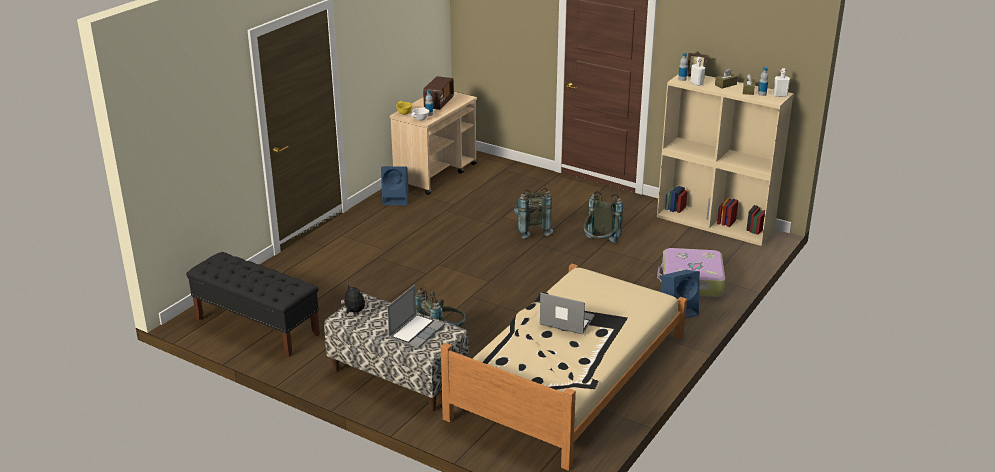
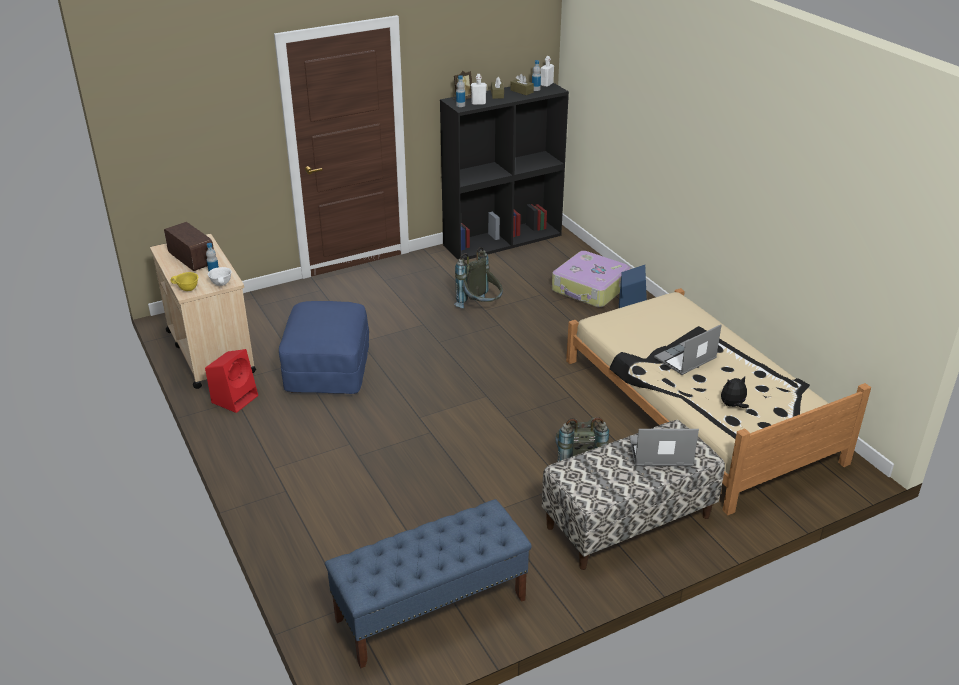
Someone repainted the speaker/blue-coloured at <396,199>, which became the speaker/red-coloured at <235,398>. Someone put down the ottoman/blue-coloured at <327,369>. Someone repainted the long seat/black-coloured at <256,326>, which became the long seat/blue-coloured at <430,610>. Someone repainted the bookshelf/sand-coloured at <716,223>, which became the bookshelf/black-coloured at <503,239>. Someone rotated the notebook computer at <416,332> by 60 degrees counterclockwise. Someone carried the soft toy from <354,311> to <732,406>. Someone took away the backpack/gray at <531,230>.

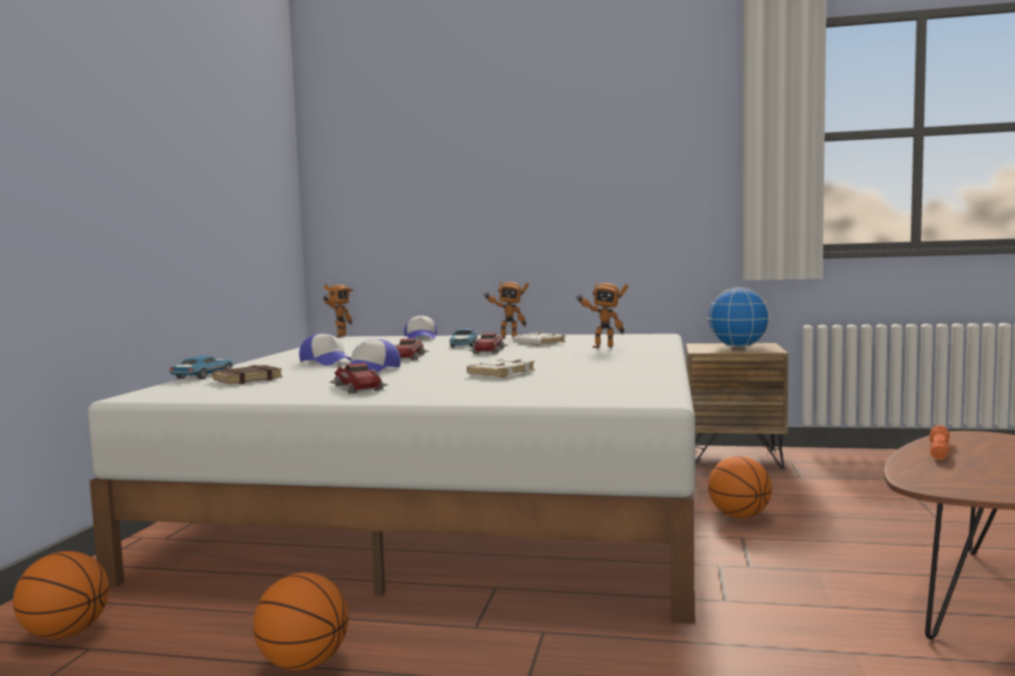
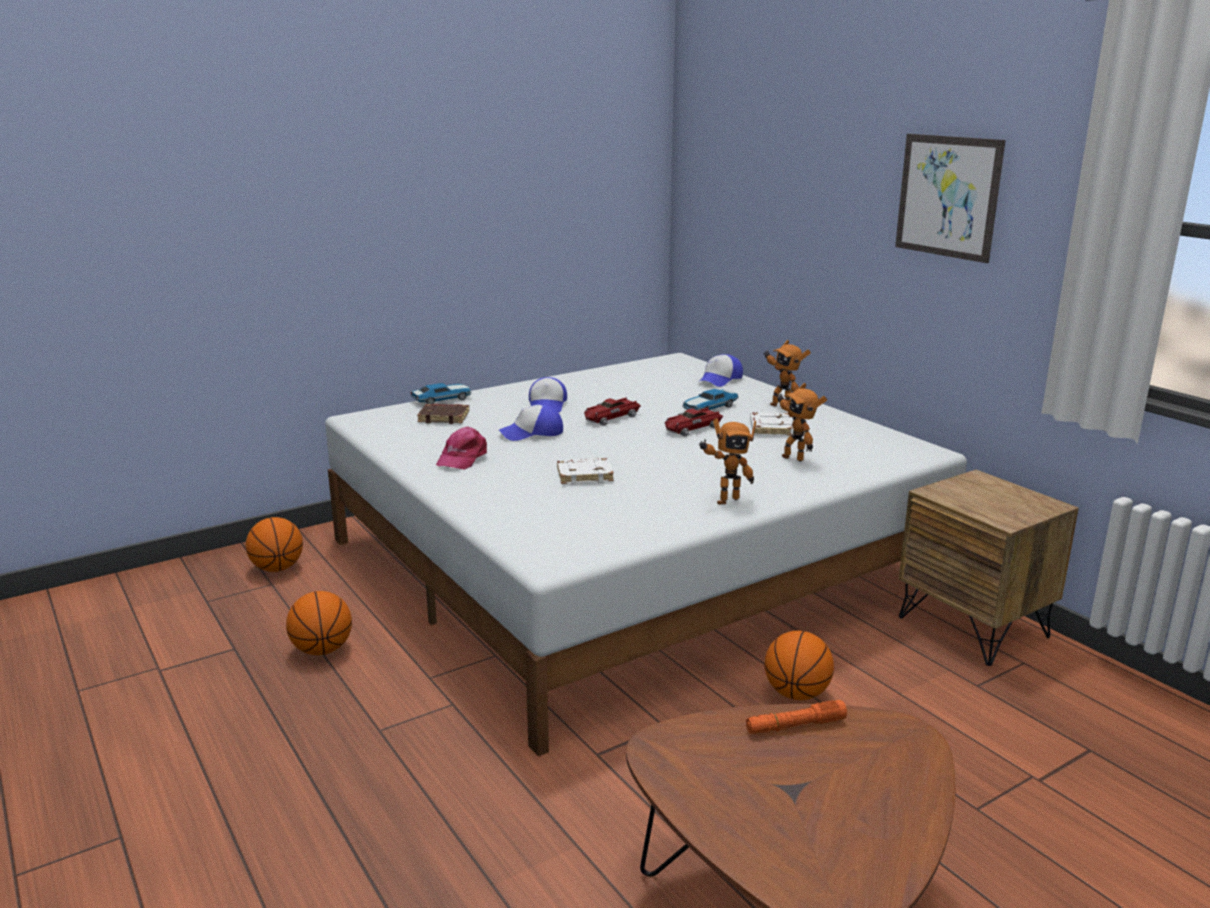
Someone swapped the miniature car at <358,387> for the baseball cap/pink-coloured at <462,458>. Someone carried the robot figure from <339,336> to <725,500>. Someone put up the wall art at <947,196>. Someone took away the desk globe at <738,347>.

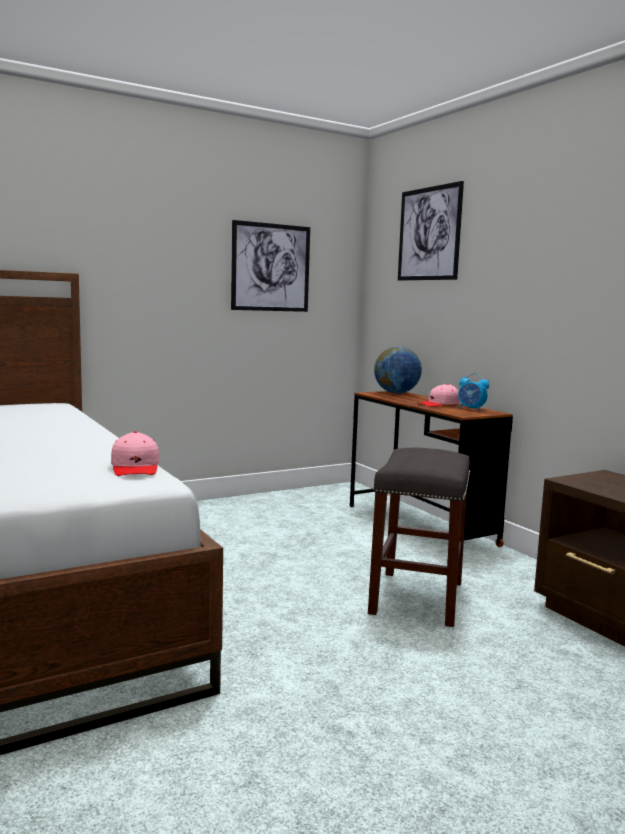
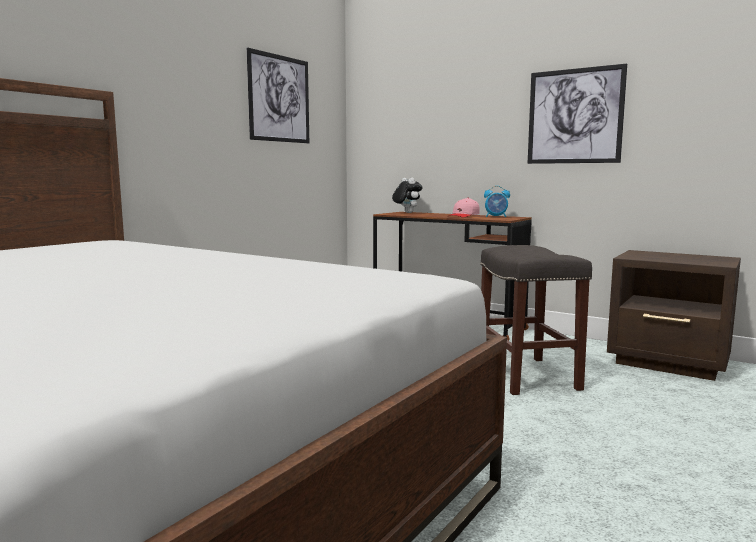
Someone swapped the desk globe at <396,393> for the soft toy at <406,212>. Someone carried the wall art from <429,234> to <574,116>. Someone took away the baseball cap/pink-coloured at <135,467>.

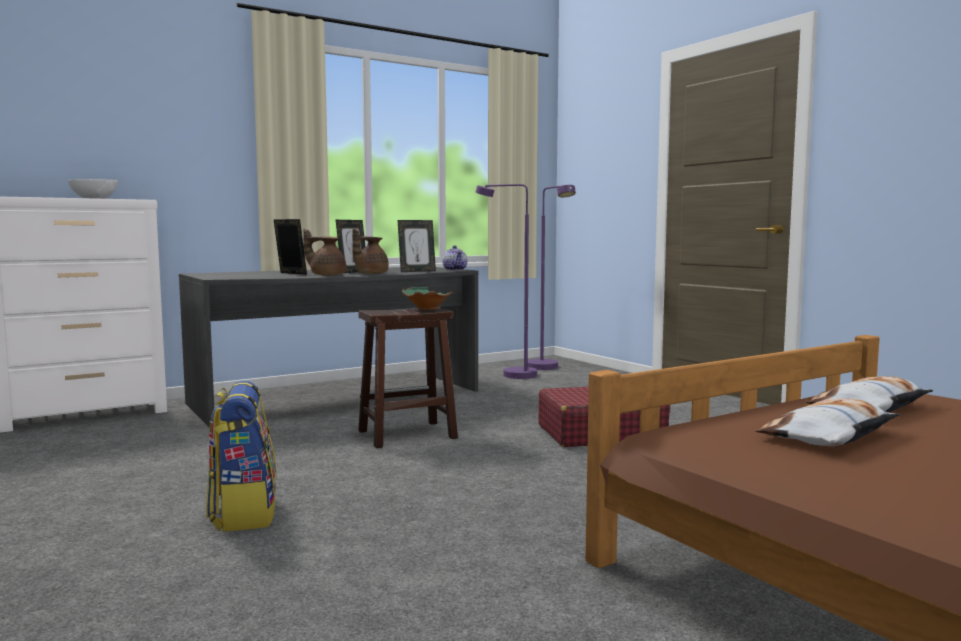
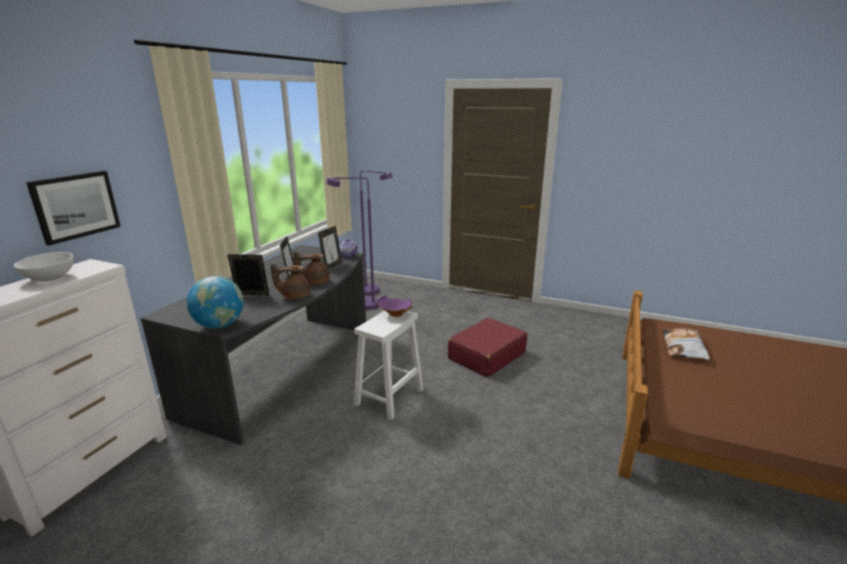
Someone put up the wall art at <75,206>. Someone put down the desk globe at <220,325>. Someone rotated the pot for tea/brown-coloured at <370,273> by 75 degrees clockwise. Someone repainted the stool/brown-coloured at <405,434>, which became the stool/white at <389,398>. Someone repainted the serving bowl/greenish at <425,309>, which became the serving bowl/purple-coloured at <395,314>. Someone took away the backpack at <243,514>. Someone took away the cushion at <828,436>.

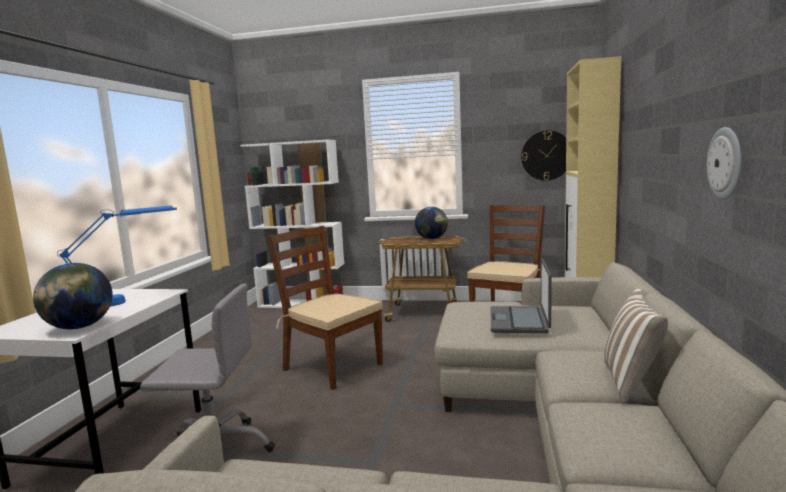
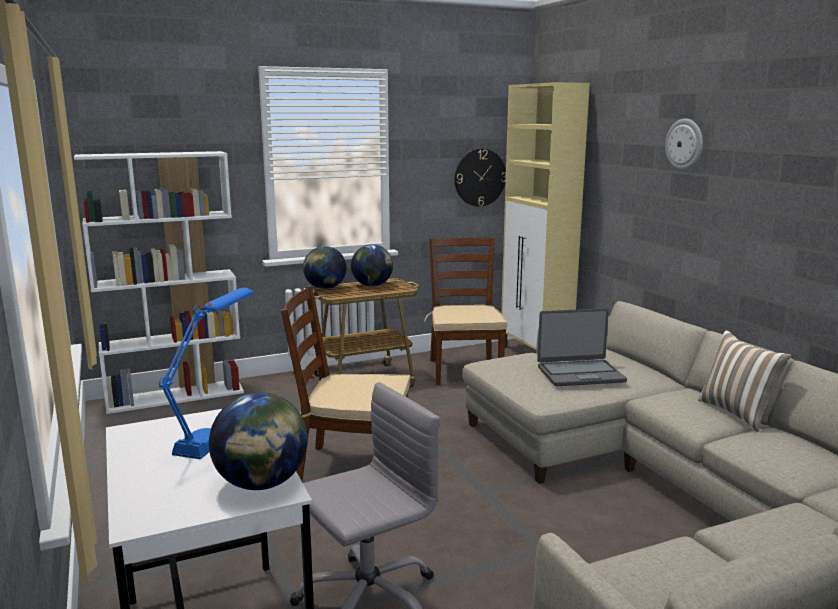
Someone put down the desk globe at <325,288>. Someone rotated the notebook computer at <519,321> by 75 degrees counterclockwise. Someone carried the hanging clock from <726,163> to <684,144>.

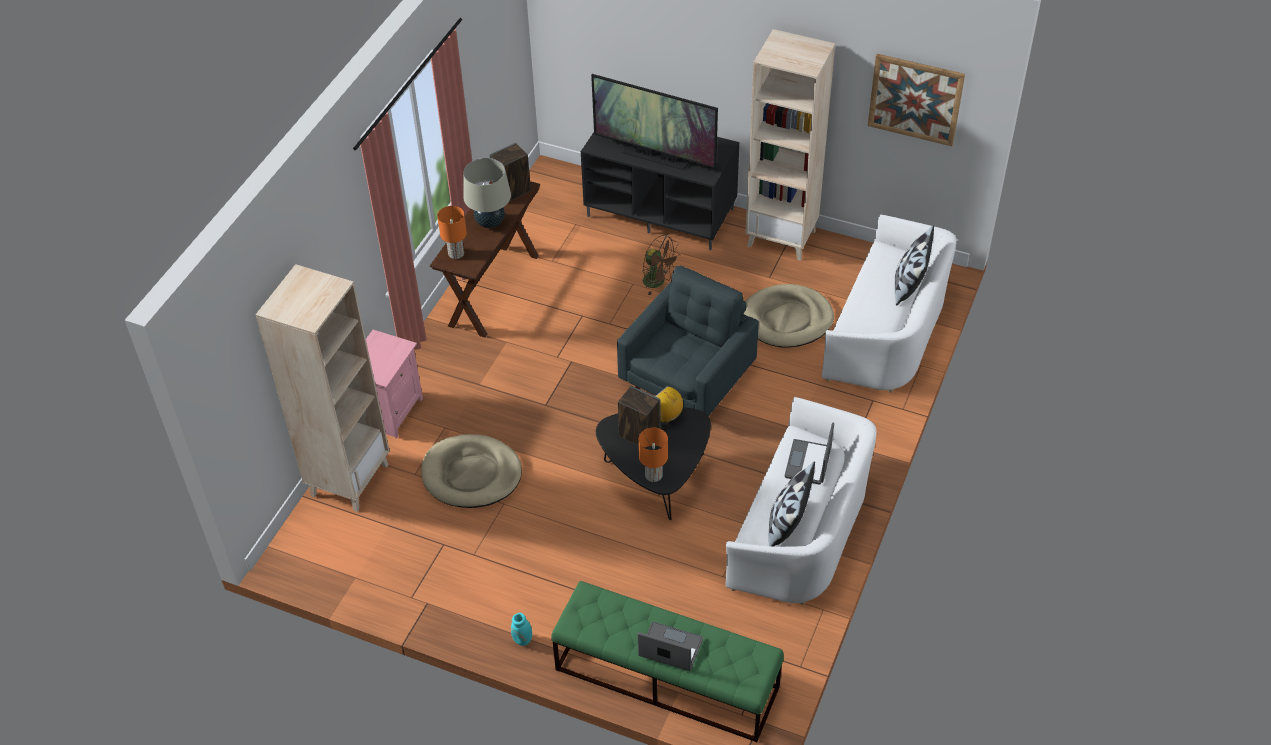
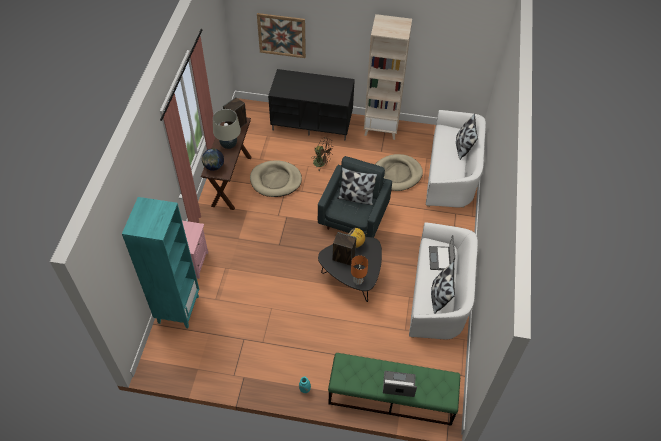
Someone repainted the bookshelf/sand-coloured at <349,479>, which became the bookshelf/turquoise-coloured at <178,309>. Someone swapped the tabletop lamp/orangey at <455,254> for the desk globe at <214,167>. Someone carried the pet bed/sand-coloured from <471,474> to <276,180>. Someone carried the wall art from <915,99> to <281,35>. Someone put down the cushion at <356,198>. Someone took away the television at <655,157>.

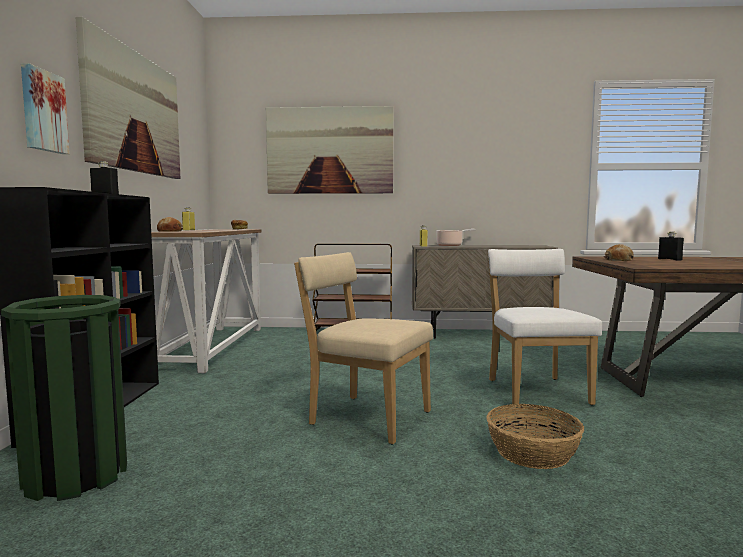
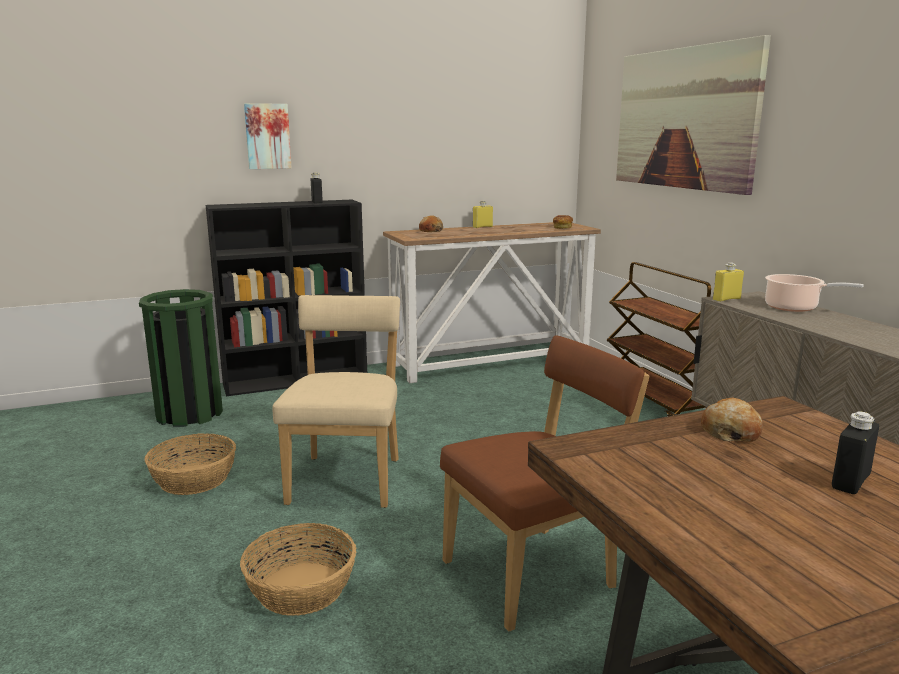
Someone put down the basket at <193,479>. Someone repainted the plain chair/white at <535,390>, which became the plain chair/brown-coloured at <535,573>. Someone took away the wall art at <134,112>.

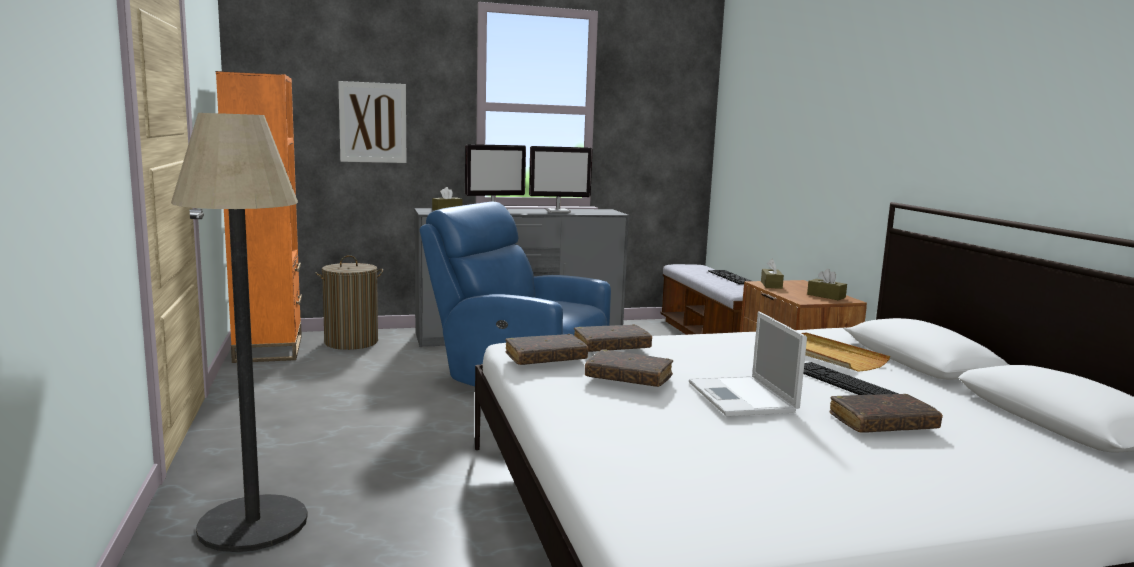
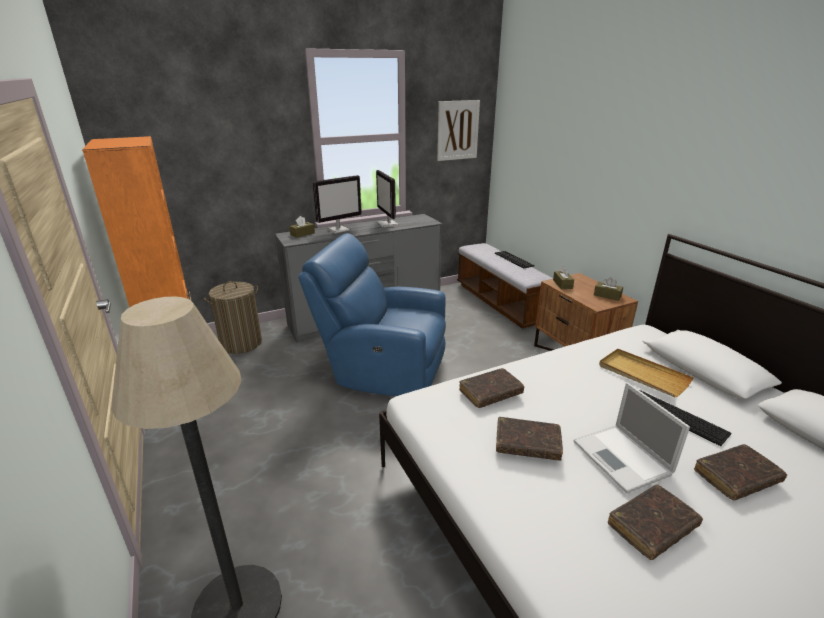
Someone rotated the monitor at <558,211> by 90 degrees clockwise. Someone carried the wall art from <373,122> to <457,130>. Someone carried the bound book/brown-coloured from <545,358> to <652,527>.

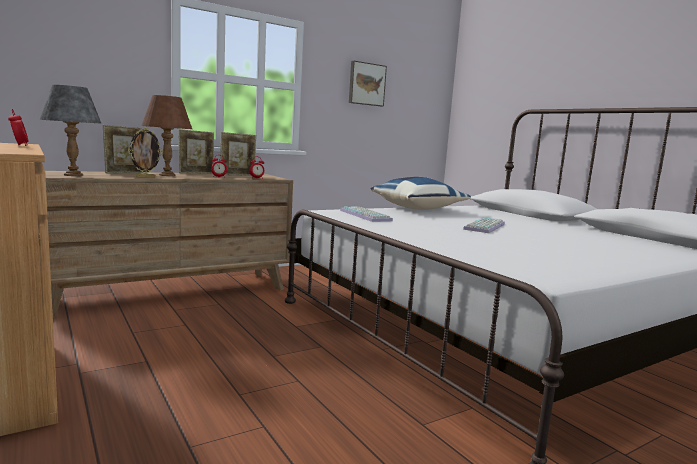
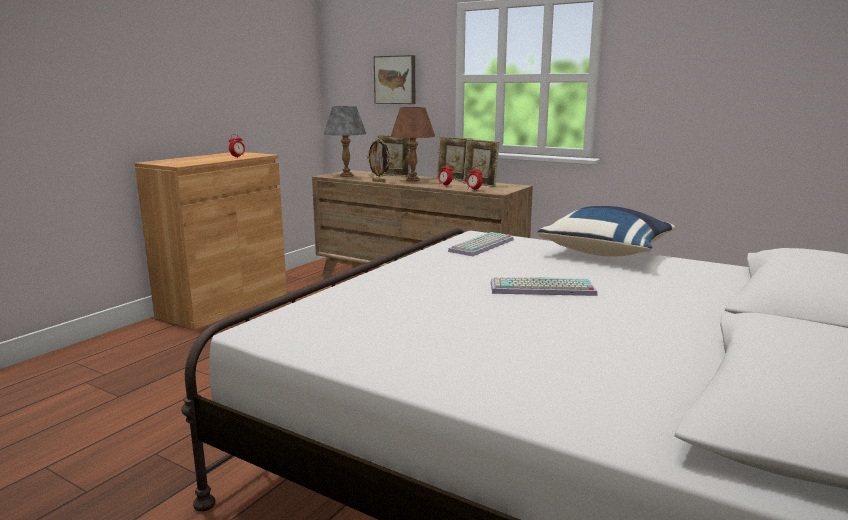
Someone carried the wall art from <366,84> to <396,80>.

